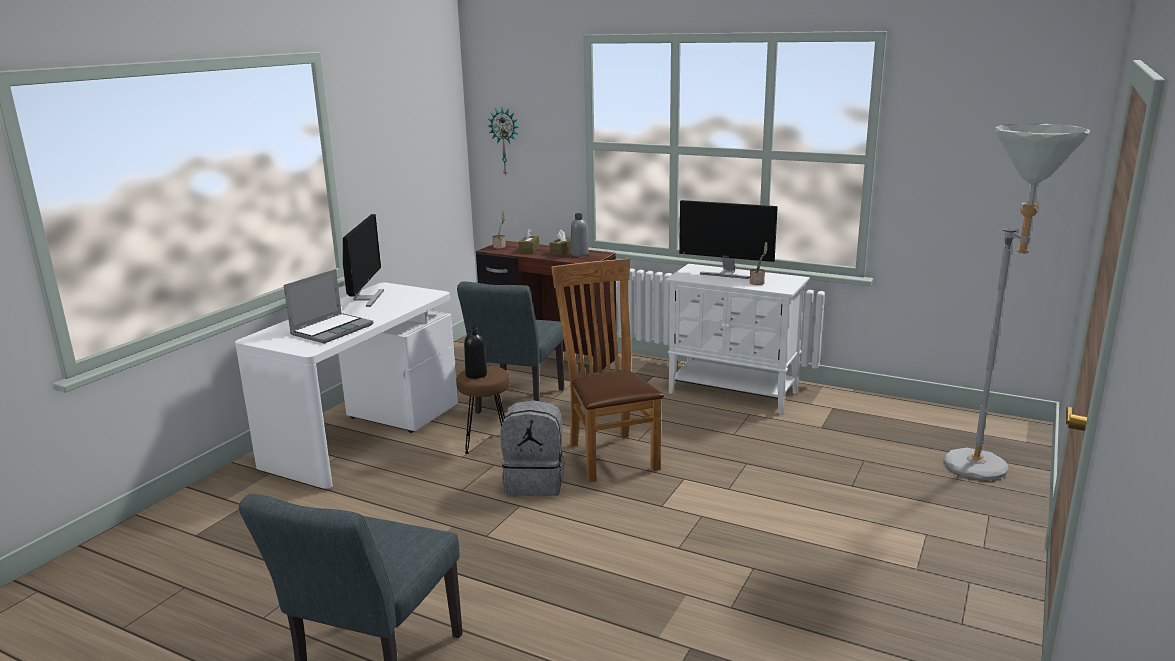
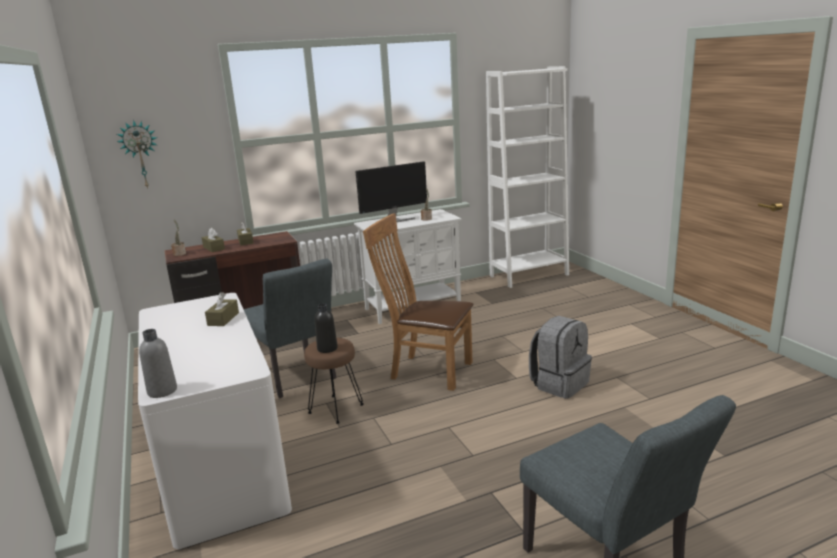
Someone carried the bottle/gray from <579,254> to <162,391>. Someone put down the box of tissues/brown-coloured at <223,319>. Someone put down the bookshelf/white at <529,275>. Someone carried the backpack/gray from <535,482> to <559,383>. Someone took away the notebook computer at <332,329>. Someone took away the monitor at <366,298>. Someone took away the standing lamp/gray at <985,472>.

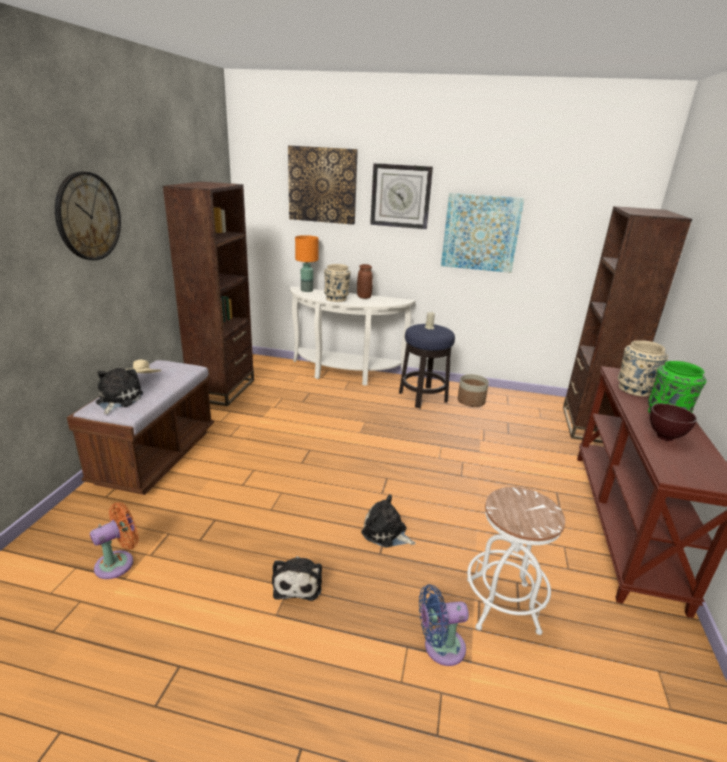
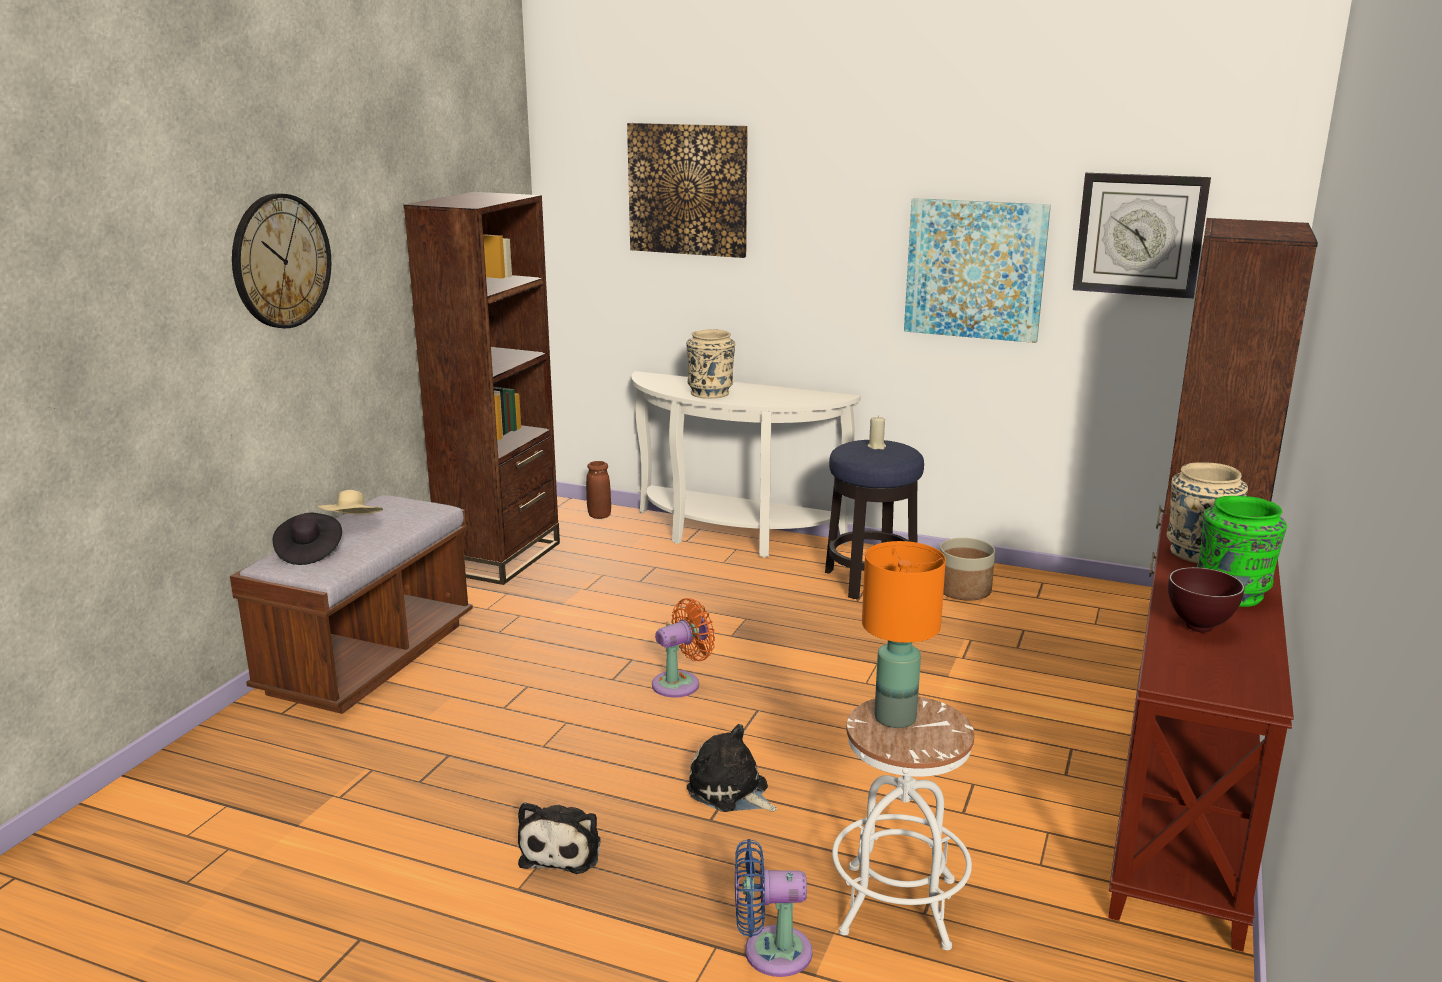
Someone swapped the soft toy at <117,400> for the hat/black-coloured at <309,552>. Someone carried the decorative vase/brown-coloured from <364,297> to <599,516>. Someone carried the fan/orangey from <118,563> to <680,683>. Someone carried the tabletop lamp/orangey from <306,290> to <894,717>. Someone carried the hanging clock from <400,196> to <1139,235>.

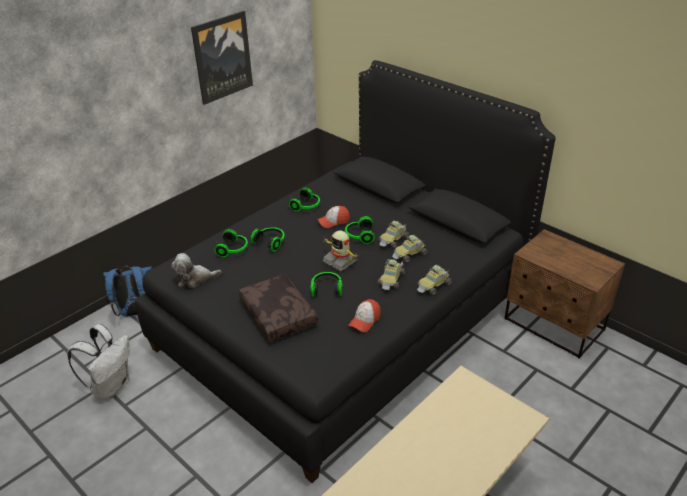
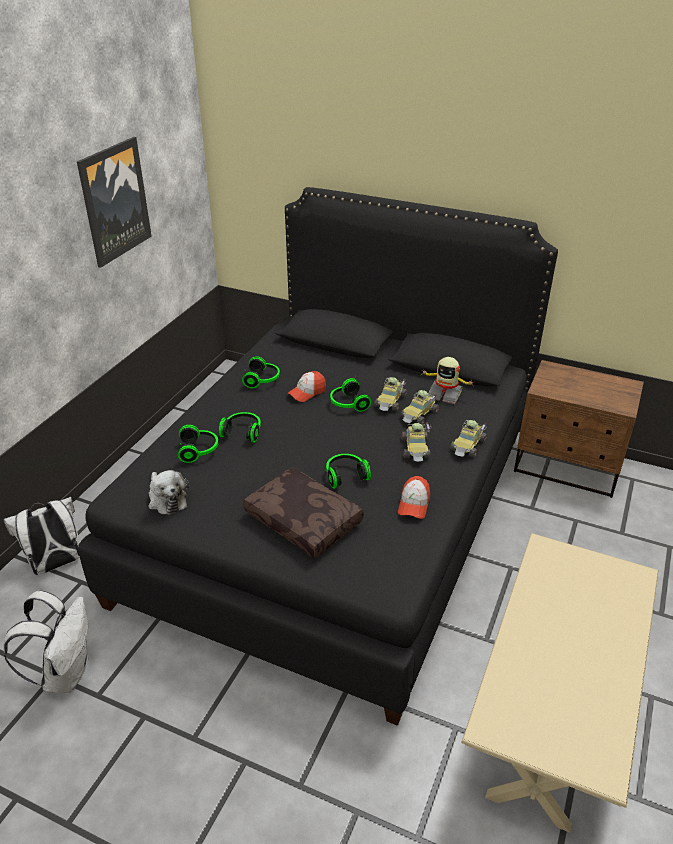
Someone repainted the backpack/blue-coloured at <136,312>, which became the backpack/white at <56,564>. Someone rotated the soft toy at <195,279> by 90 degrees counterclockwise. Someone carried the robot figure from <340,261> to <445,394>.

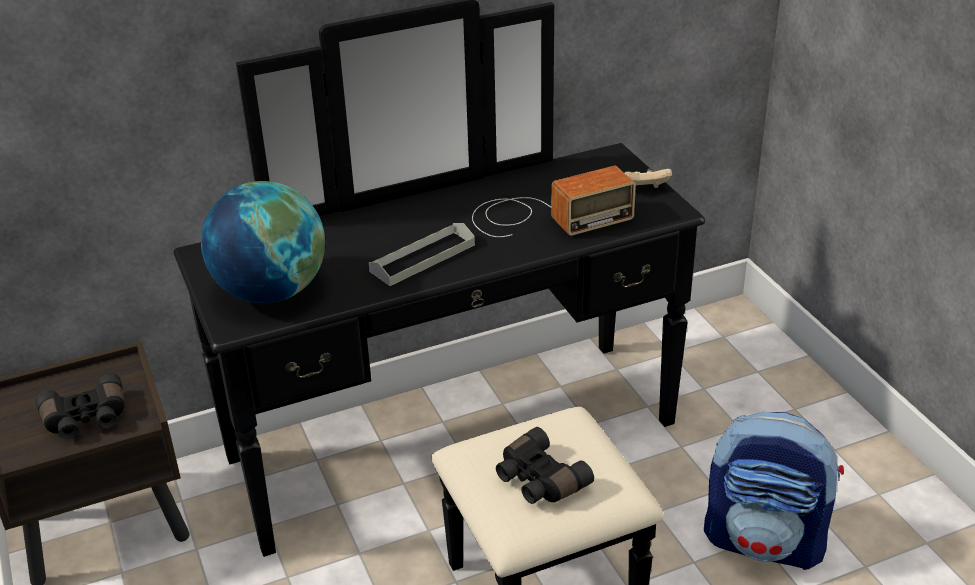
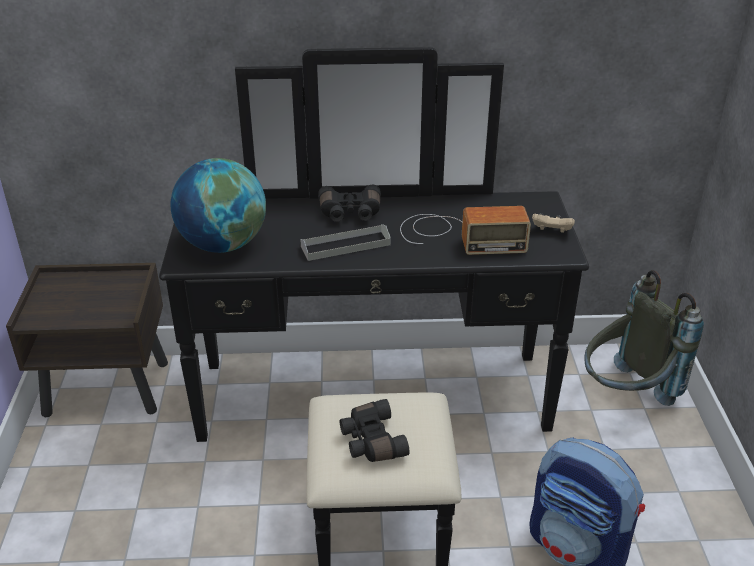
Someone carried the binoculars/black-coloured from <86,420> to <350,213>. Someone put down the backpack/gray at <625,395>.

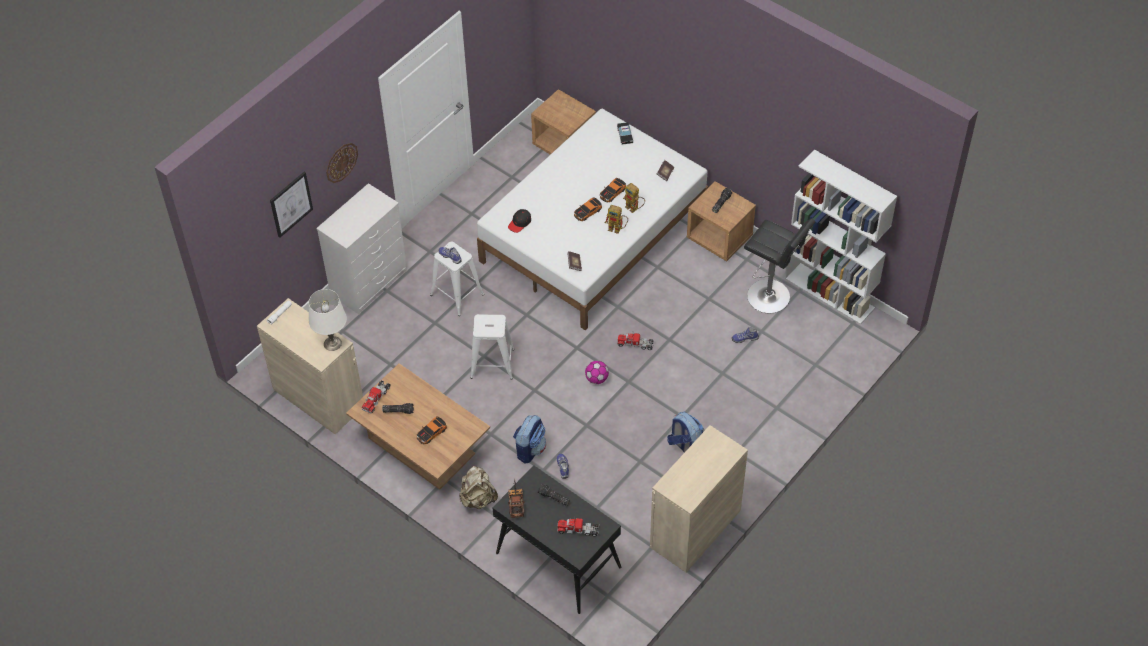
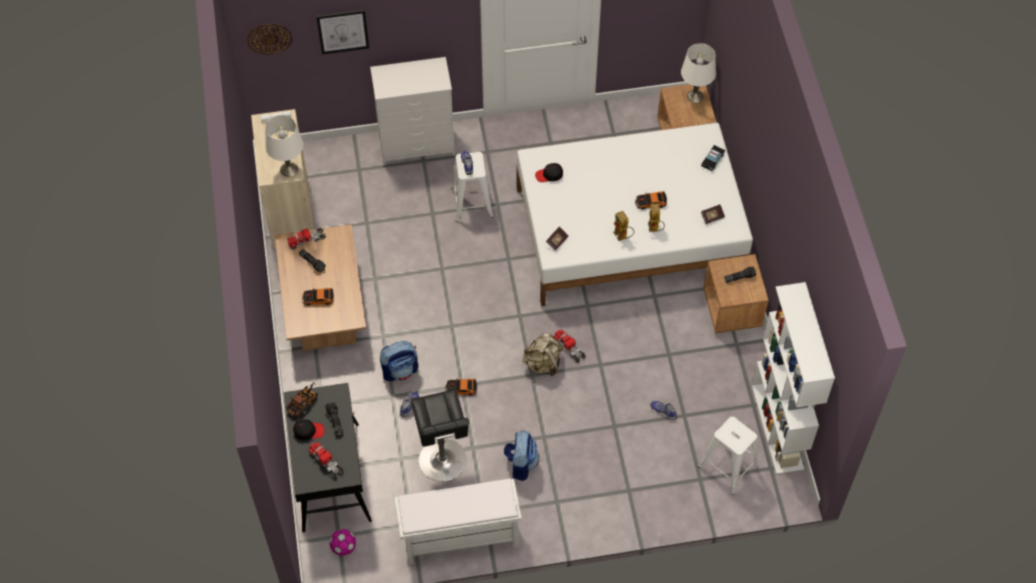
Someone carried the hanging clock from <341,162> to <269,38>. Someone put down the baseball cap/black-coloured at <308,431>. Someone carried the ball for football from <596,379> to <343,547>. Someone swapped the cupboard/sand-coloured at <695,529> for the long seat/white at <459,537>. Someone carried the stool/black-coloured from <771,297> to <443,463>. Someone carried the miniature car from <587,212> to <461,388>. Someone carried the backpack/sand-coloured from <478,498> to <543,363>. Someone put down the tabletop lamp/white at <695,96>. Someone carried the stool/white from <492,363> to <728,467>.

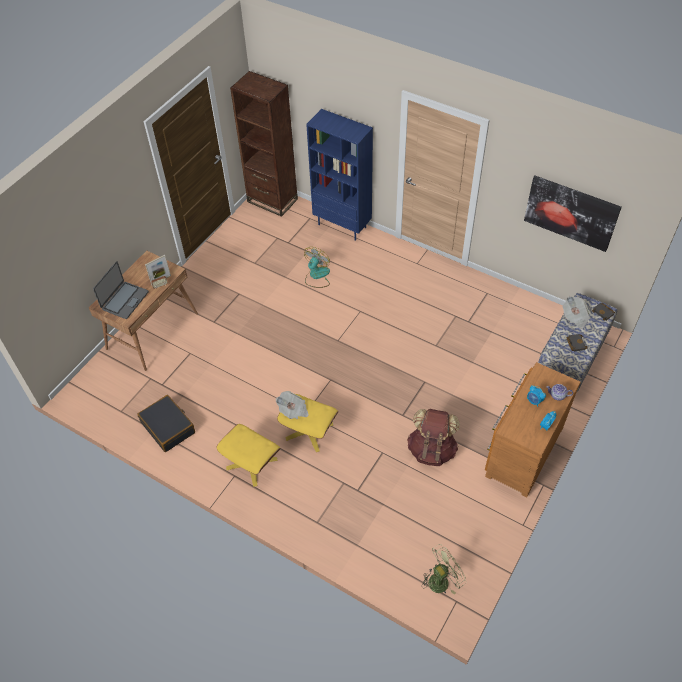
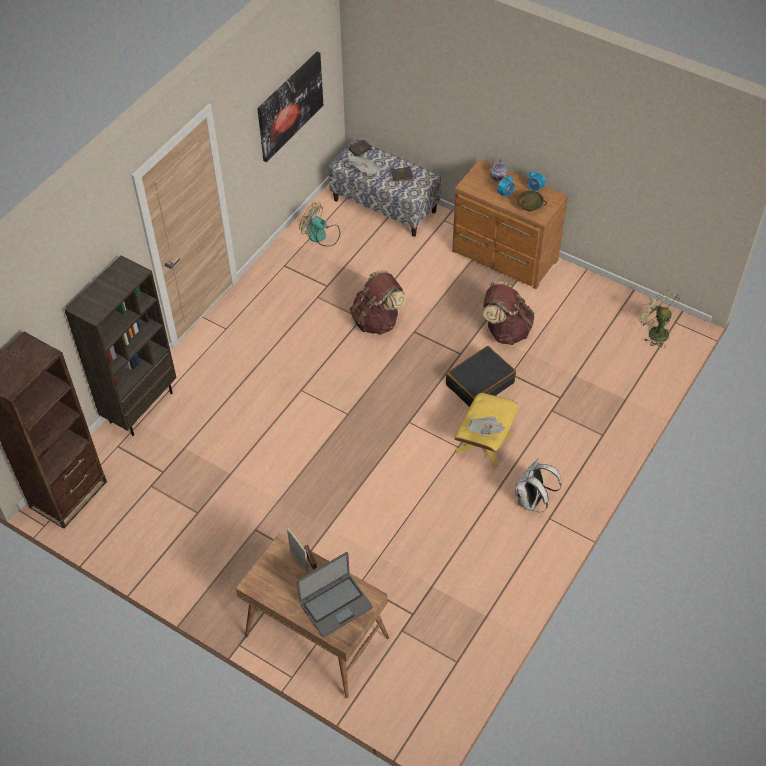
Someone repainted the bookshelf/blue-coloured at <342,225>, which became the bookshelf/brown-coloured at <141,406>. Someone rotated the notebook computer at <124,300> by 120 degrees clockwise. Someone carried the fan from <317,276> to <321,235>. Someone put down the backpack/brown-coloured at <377,320>. Someone carried the suitcase/black-coloured from <168,427> to <479,383>. Someone put down the serving bowl/sand-coloured at <529,207>. Someone swapped the ottoman/yellow-coloured at <251,464> for the backpack/white at <532,501>.

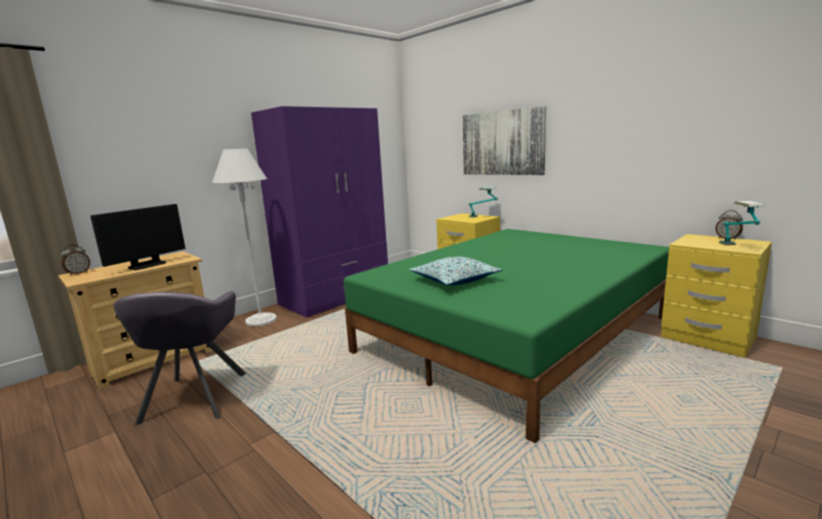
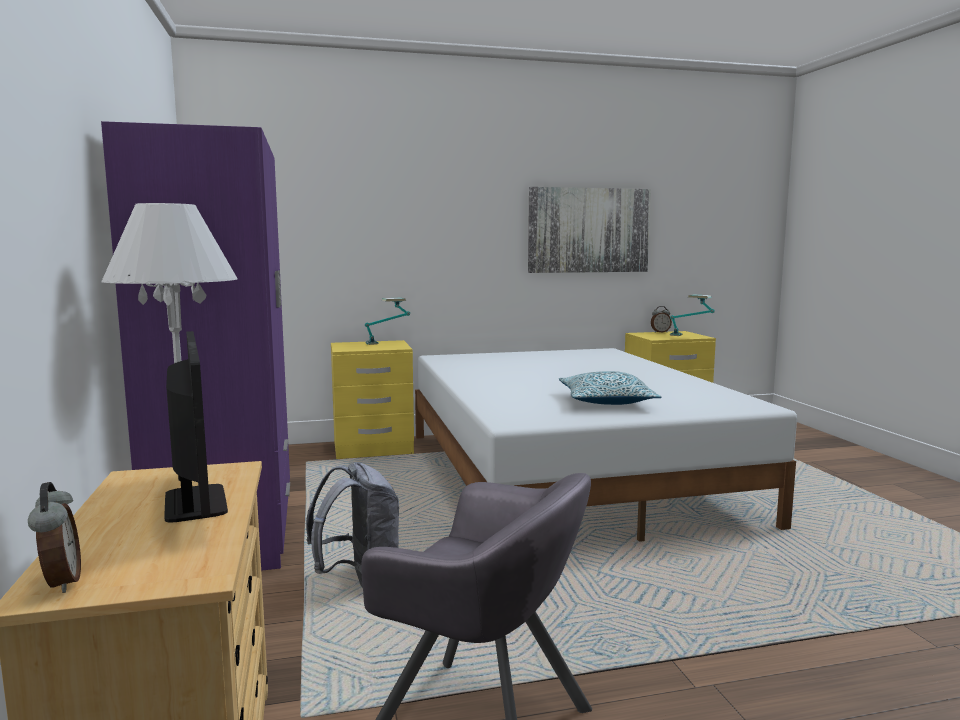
Someone put down the backpack/gray at <359,580>. Someone repainted the sleeping bed/greenish at <515,334>, which became the sleeping bed/white at <568,474>. Someone carried the wall art from <502,143> to <589,230>.

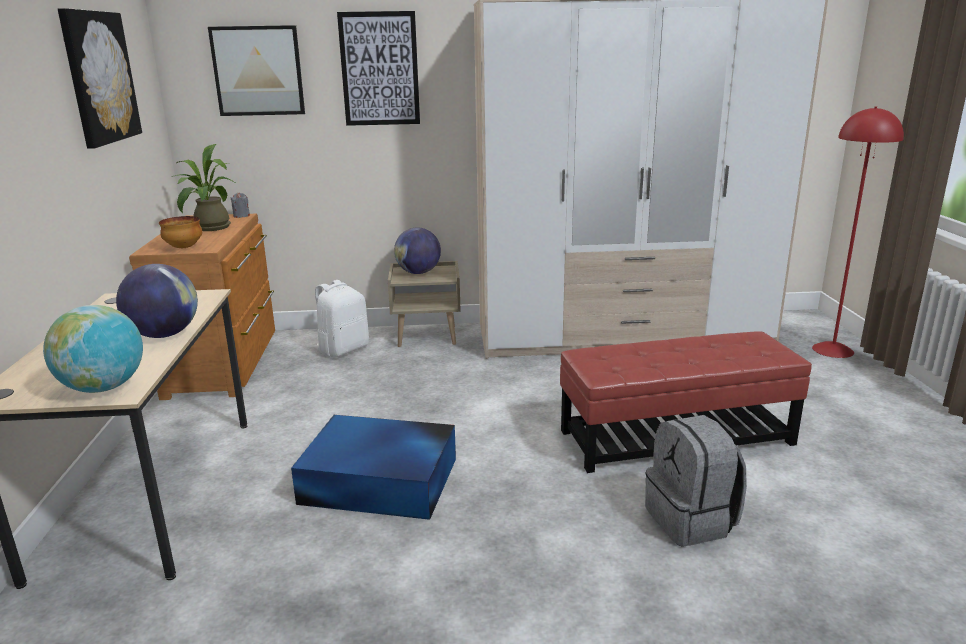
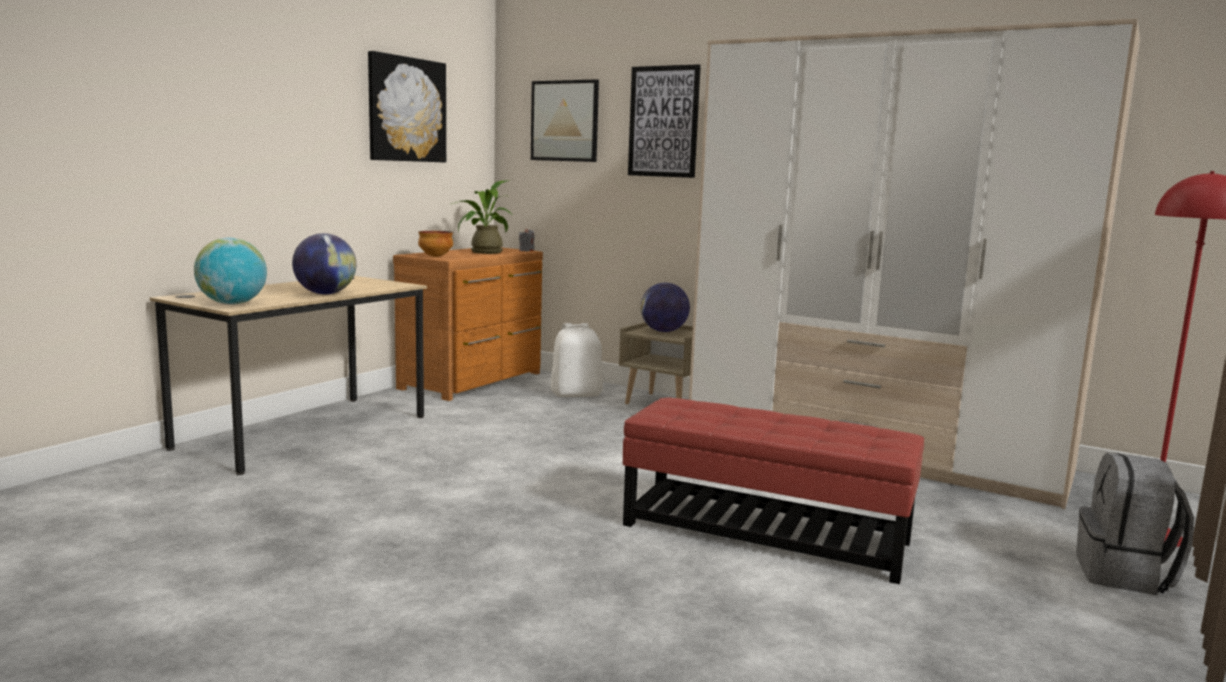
Someone carried the backpack/gray from <691,520> to <1125,575>. Someone took away the storage box/blue-coloured at <381,481>.

